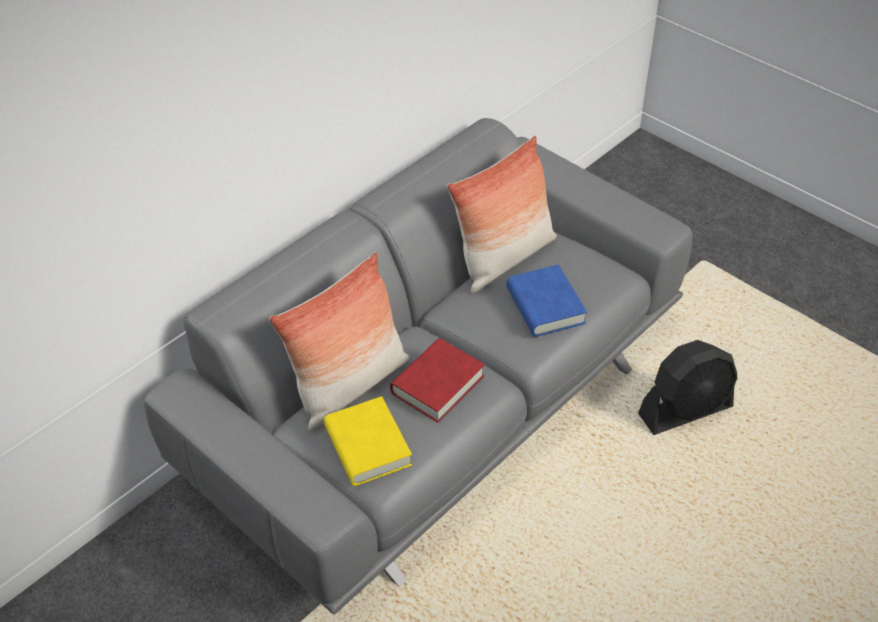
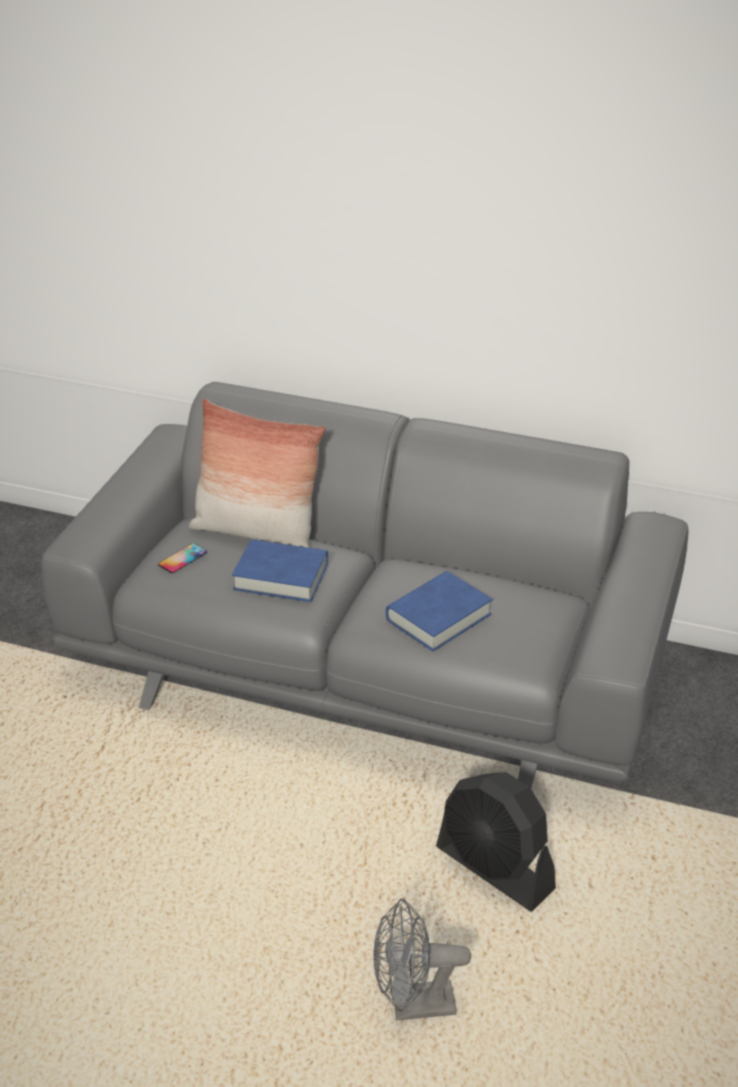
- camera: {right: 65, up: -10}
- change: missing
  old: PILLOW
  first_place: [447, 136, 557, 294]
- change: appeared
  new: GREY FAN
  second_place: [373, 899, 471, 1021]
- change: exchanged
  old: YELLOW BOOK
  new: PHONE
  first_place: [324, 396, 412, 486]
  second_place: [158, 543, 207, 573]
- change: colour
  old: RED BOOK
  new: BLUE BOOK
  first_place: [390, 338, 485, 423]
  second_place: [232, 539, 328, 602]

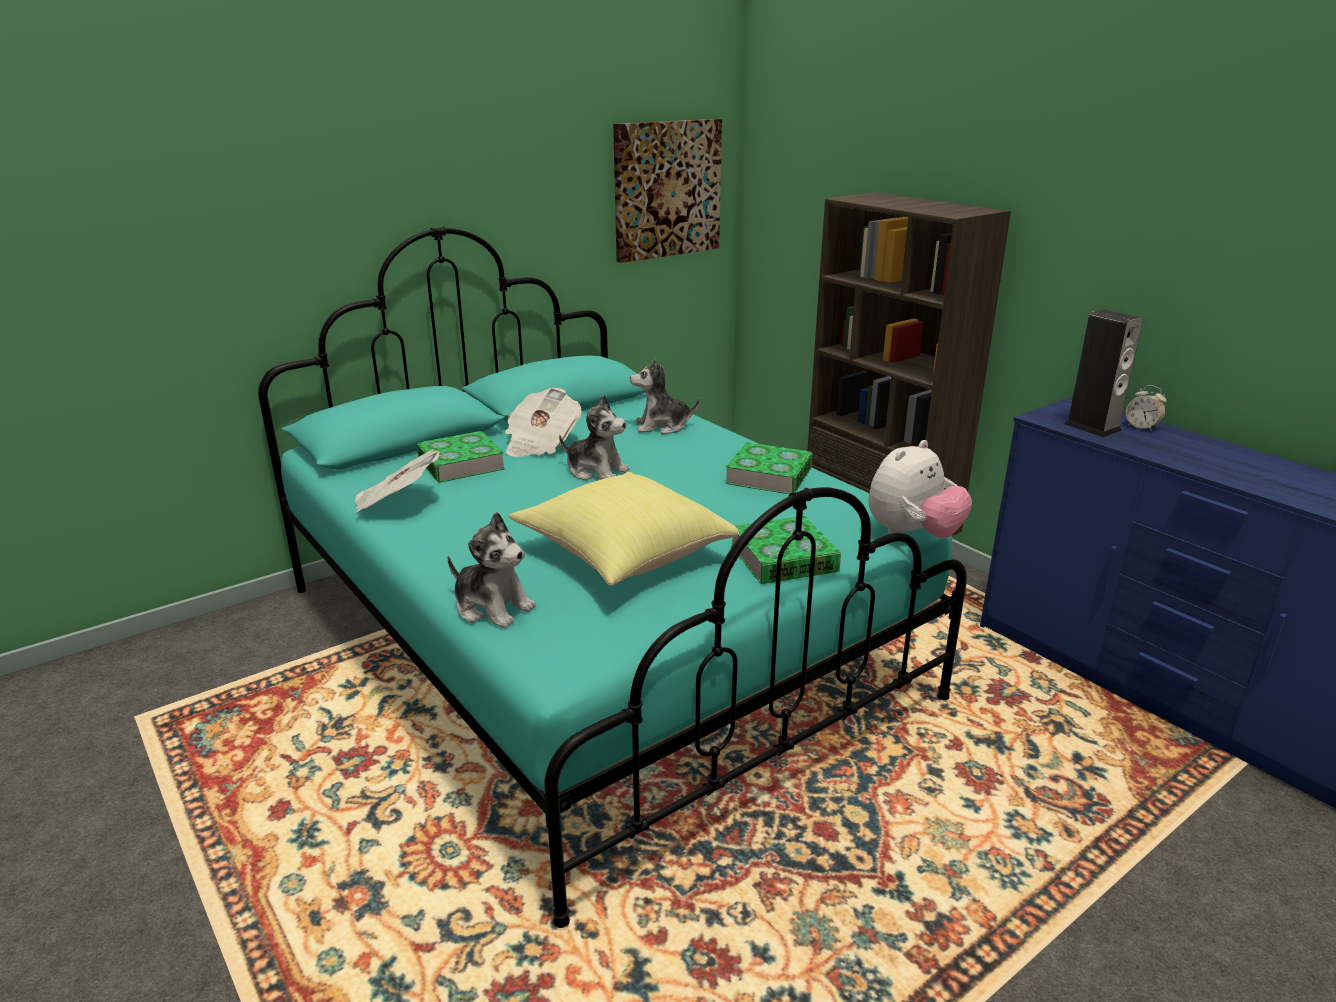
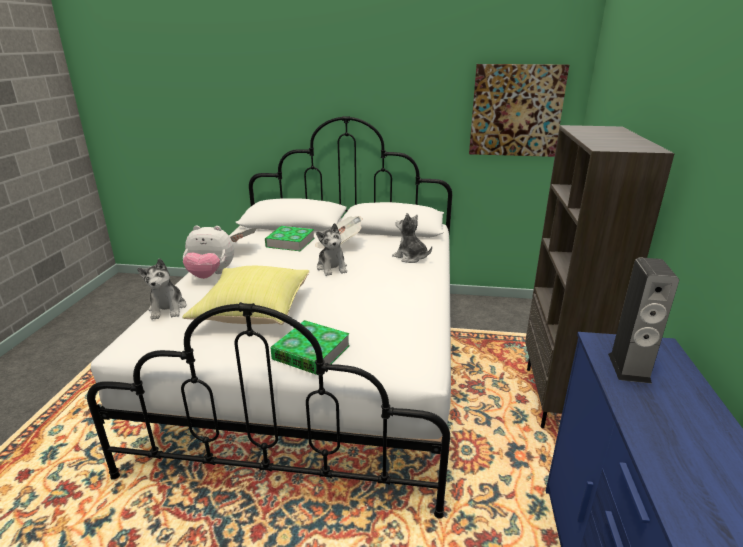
- camera: {right: 45, up: 0}
- change: missing
  old: BOOK
  first_place: [725, 442, 812, 494]
- change: missing
  old: ALARM CLOCK
  first_place: [1126, 385, 1167, 432]
- change: relocated
  old: PLUSH TOY
  first_place: [868, 440, 972, 539]
  second_place: [183, 225, 234, 279]
- change: colour
  old: TURQUOISE BED
  new: WHITE BED
  first_place: [258, 227, 967, 928]
  second_place: [87, 116, 452, 519]

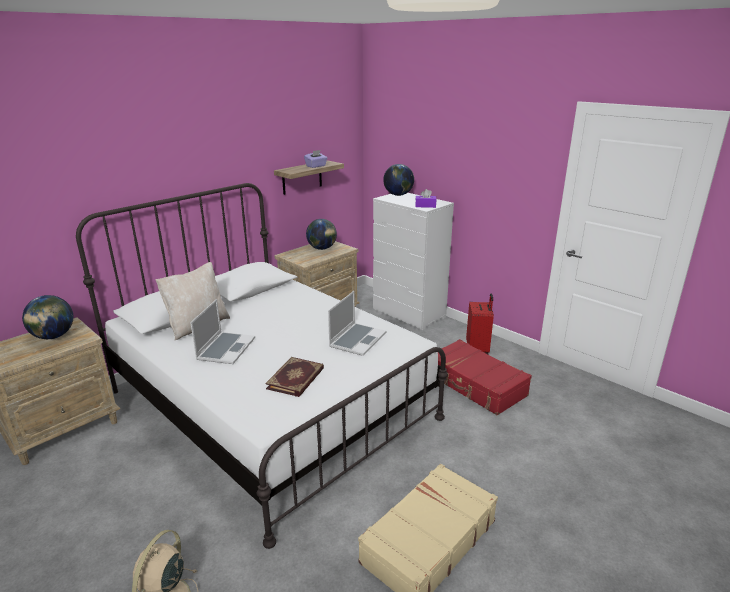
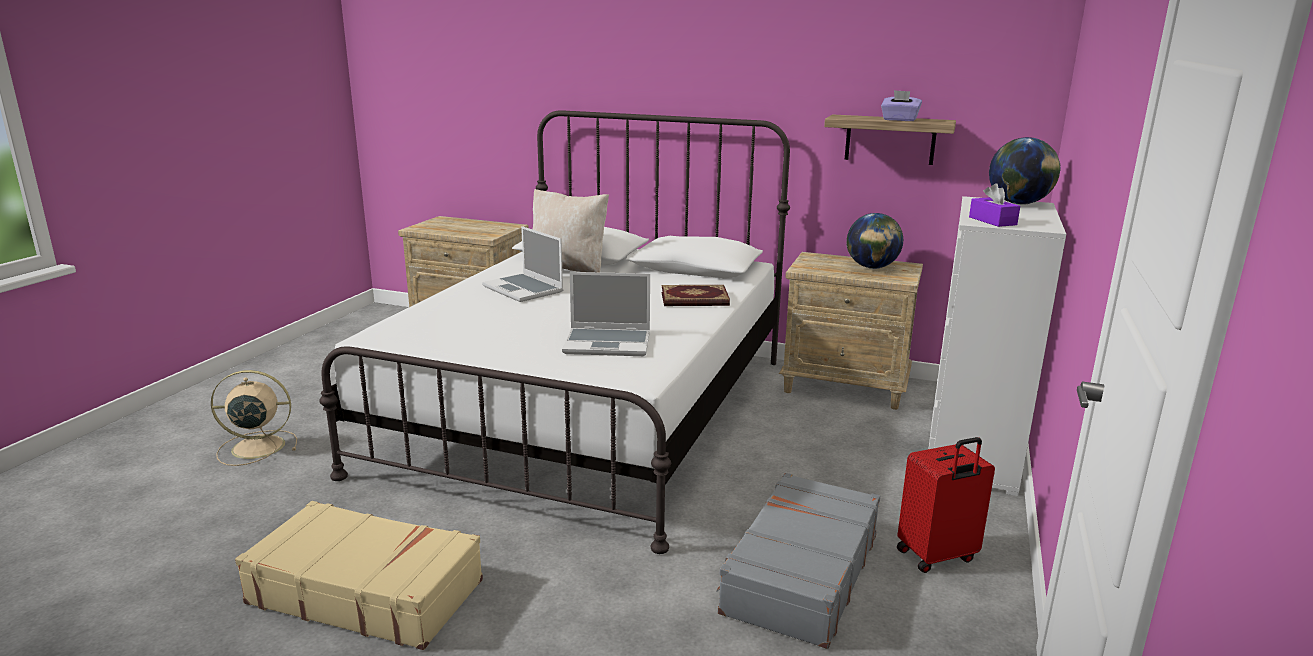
- camera: {right: 65, up: -5}
- change: missing
  old: GLOBE
  first_place: [22, 295, 73, 339]
- change: relocated
  old: BOOK
  first_place: [265, 357, 324, 397]
  second_place: [661, 285, 730, 306]
- change: colour
  old: RED SUITCASE
  new: GREY SUITCASE
  first_place: [438, 339, 532, 415]
  second_place: [716, 473, 880, 649]
- change: spun
  old: LAPTOP
  first_place: [190, 299, 255, 364]
  second_place: [482, 226, 563, 302]
  degrees: 60

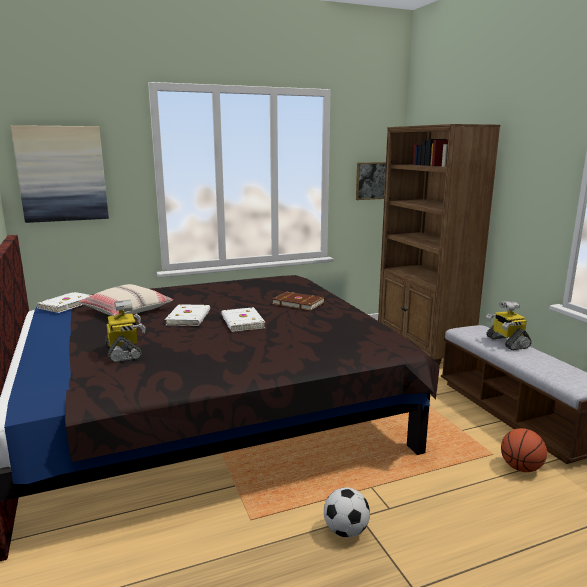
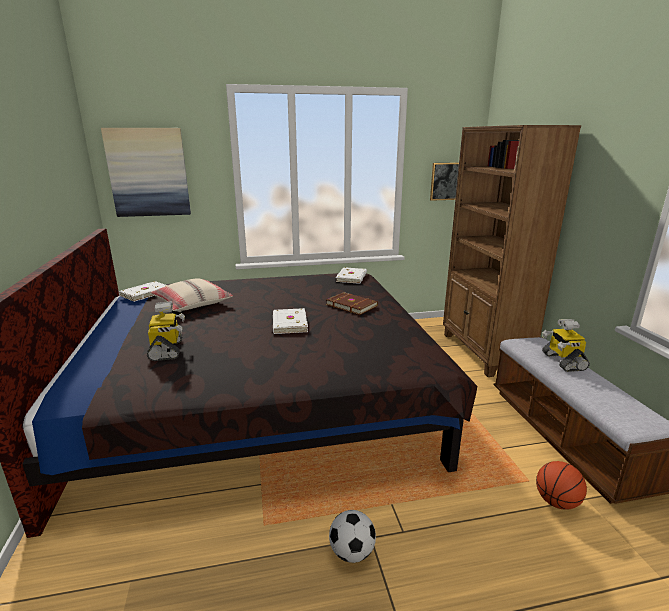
- camera: {right: 10, up: 5}
- change: relocated
  old: WHITE BOOK
  first_place: [165, 304, 210, 326]
  second_place: [336, 267, 367, 284]

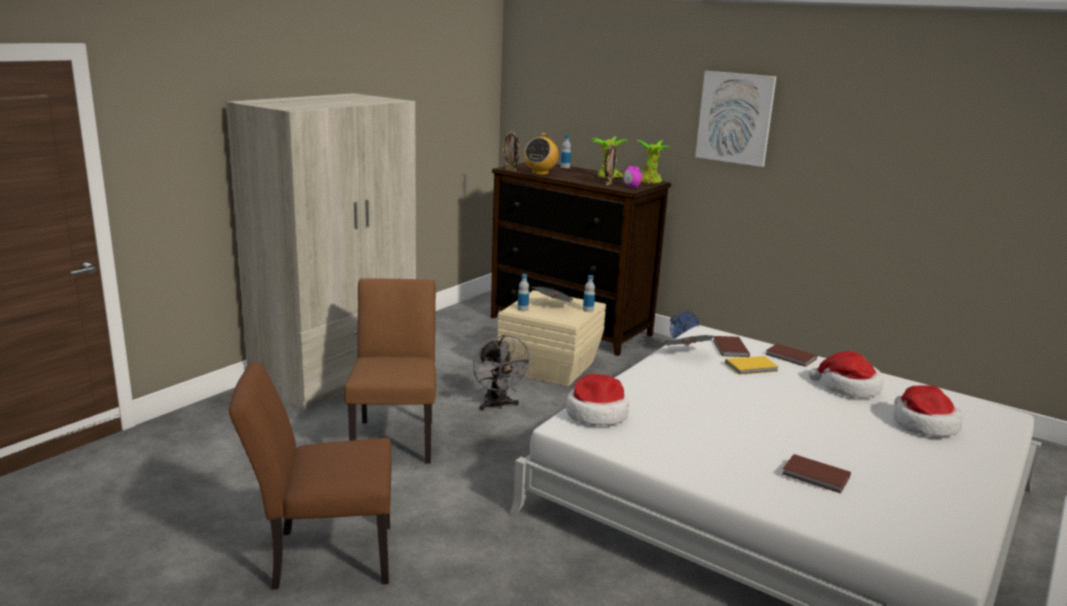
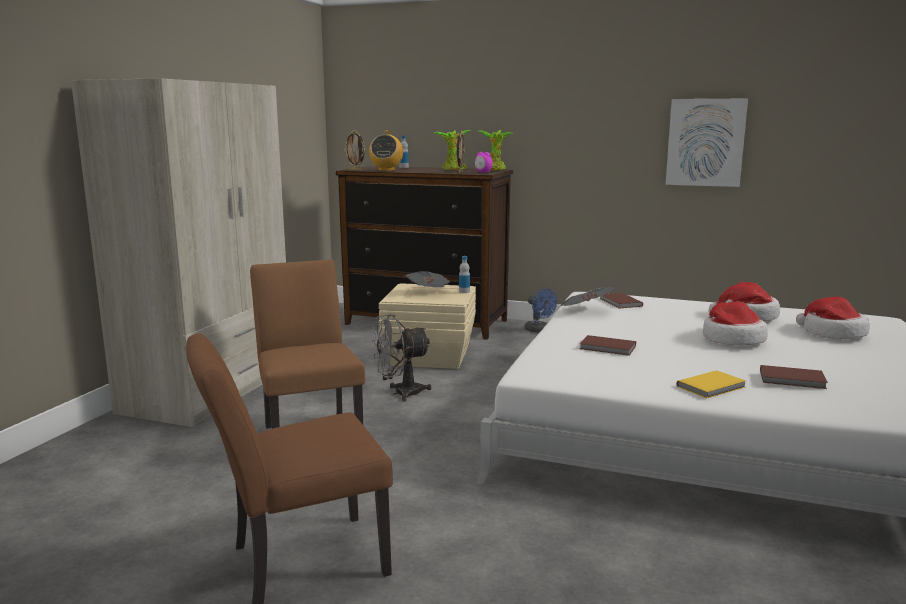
- camera: {right: -15, up: -5}
- change: missing
  old: BOTTLE
  first_place: [518, 274, 529, 311]
- change: relocated
  old: HAT
  first_place: [566, 374, 629, 425]
  second_place: [703, 302, 768, 345]
- change: relocated
  old: PICTURE
  first_place: [695, 71, 777, 167]
  second_place: [666, 99, 748, 187]
- change: relocated
  old: YELLOW BOOK
  first_place: [725, 356, 779, 375]
  second_place: [677, 370, 746, 399]
- change: relocated
  old: BROWN BOOK
  first_place: [765, 343, 817, 367]
  second_place: [580, 335, 636, 356]
- change: spun
  old: GREY FAN
  first_place: [473, 335, 534, 410]
  second_place: [372, 314, 432, 402]
  degrees: 105

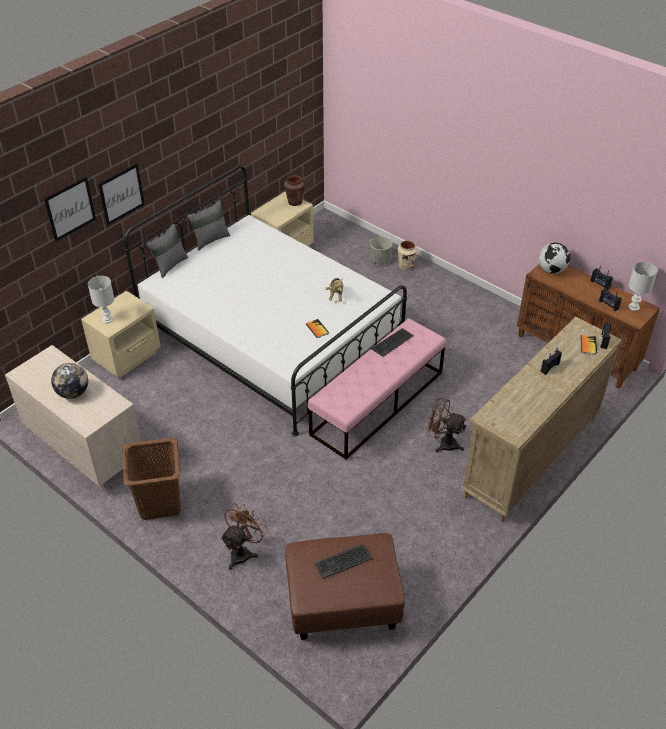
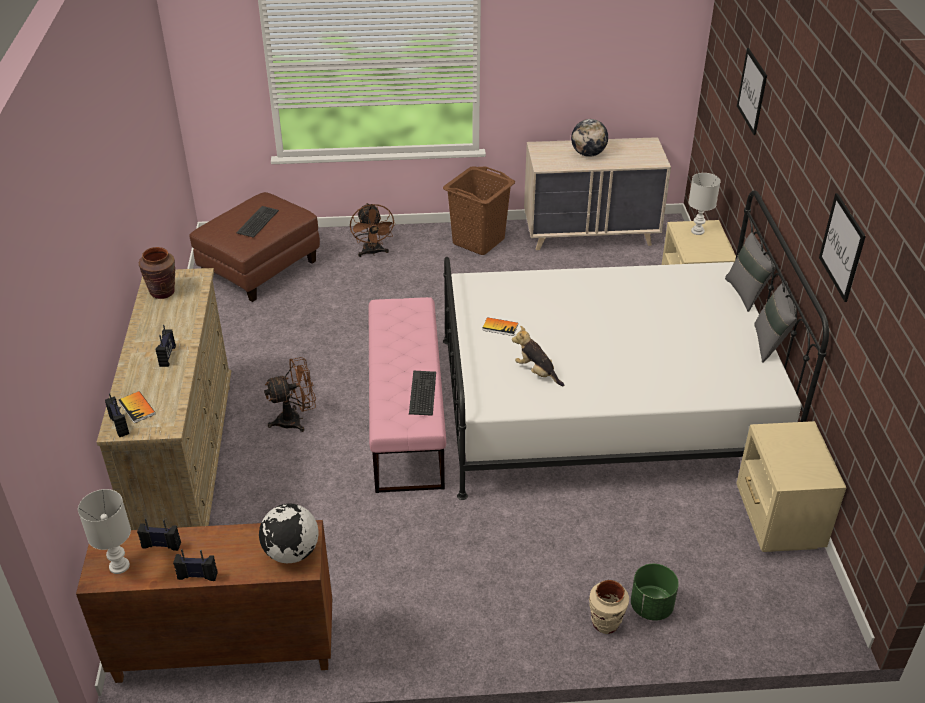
- camera: {right: 135, up: -5}
- change: relocated
  old: PICTURE
  first_place: [98, 164, 145, 225]
  second_place: [819, 193, 866, 302]
- change: relocated
  old: BROWN VASE
  first_place: [284, 175, 305, 206]
  second_place: [139, 247, 175, 299]
- change: colour
  old: GREY PLANTER
  new: GREEN PLANTER
  first_place: [370, 236, 393, 264]
  second_place: [631, 564, 679, 621]

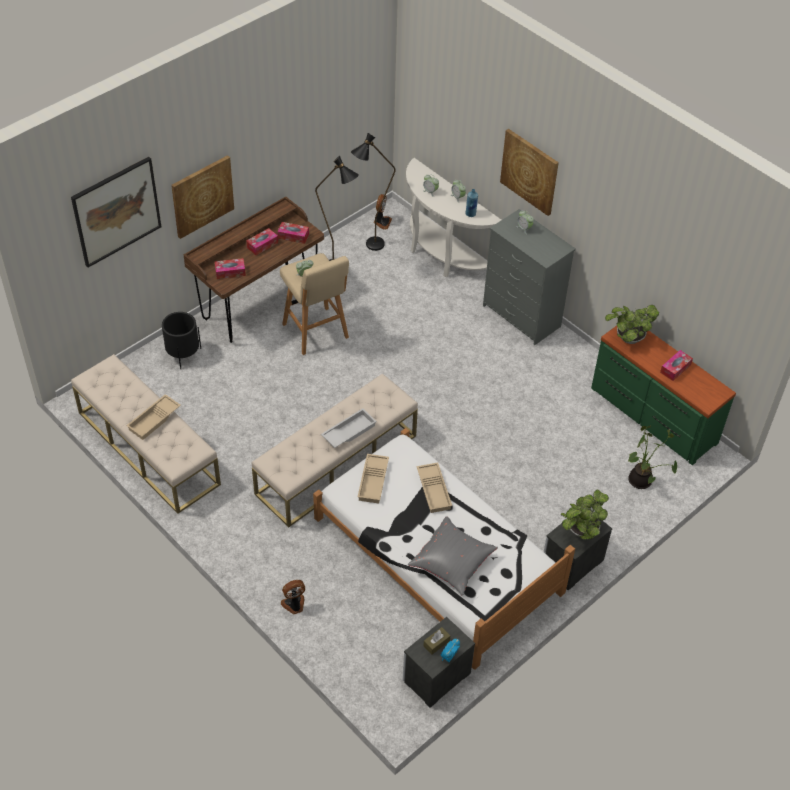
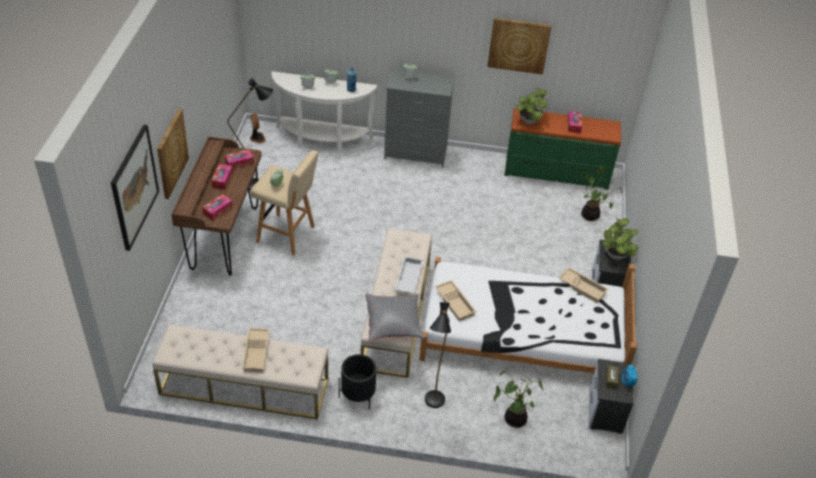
- camera: {right: -40, up: -5}
- change: missing
  old: FAN
  first_place: [281, 580, 305, 614]
- change: appeared
  new: POTTED PLANT
  second_place: [494, 369, 543, 428]
- change: relocated
  old: BLACK PLANTER
  first_place: [162, 312, 201, 369]
  second_place: [339, 354, 376, 410]
- change: relocated
  old: BLACK FLOOR LAMP
  first_place: [351, 133, 396, 251]
  second_place: [425, 302, 451, 408]
- change: relocated
  old: GREY PILLOW
  first_place: [408, 516, 498, 595]
  second_place: [365, 294, 424, 341]
- change: relocated
  old: BEIGE TRAY
  first_place: [416, 463, 452, 513]
  second_place: [559, 267, 608, 303]
- change: relocated
  old: PICTURE
  first_place: [500, 129, 559, 216]
  second_place: [487, 18, 552, 75]

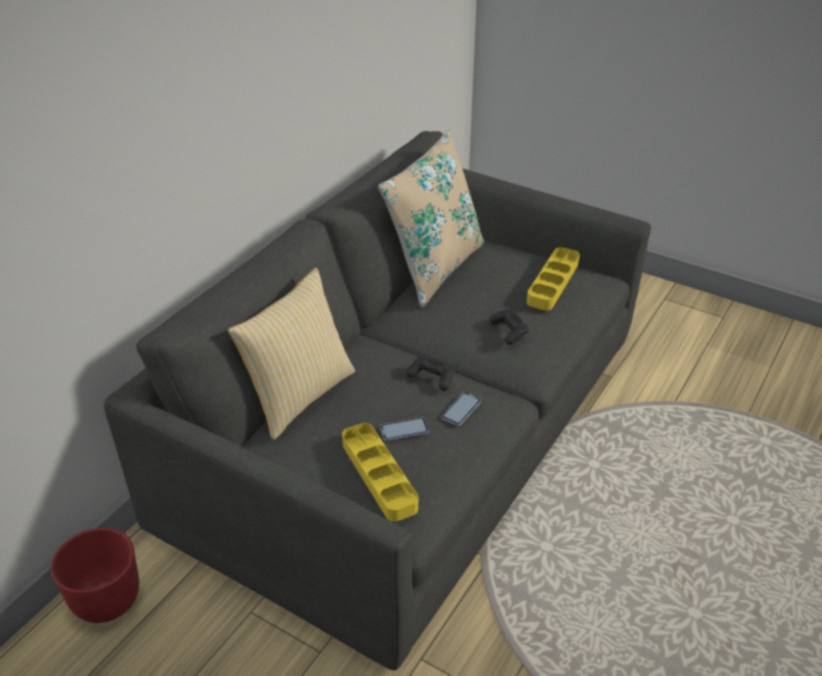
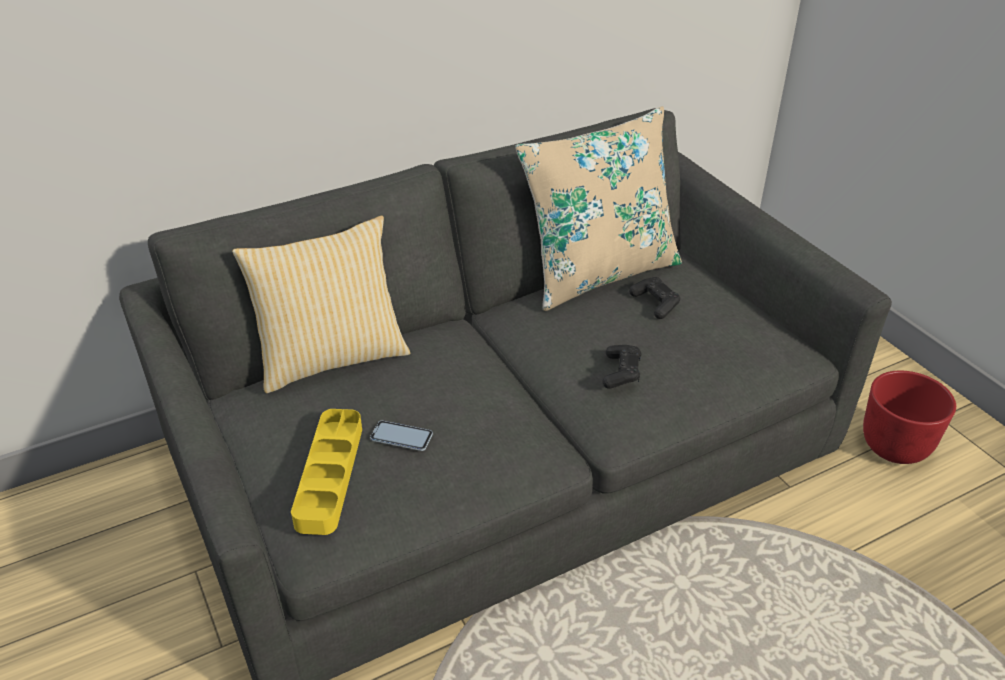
- camera: {right: 30, up: 0}
- change: missing
  old: PHONE
  first_place: [441, 392, 481, 426]
- change: missing
  old: YELLOW TRAY
  first_place: [527, 247, 580, 311]
- change: relocated
  old: RED PLANTER
  first_place: [51, 528, 139, 623]
  second_place: [863, 370, 956, 464]
- change: relocated
  old: BLACK GAME CONTROLLER
  first_place: [406, 355, 454, 391]
  second_place: [629, 277, 680, 319]

